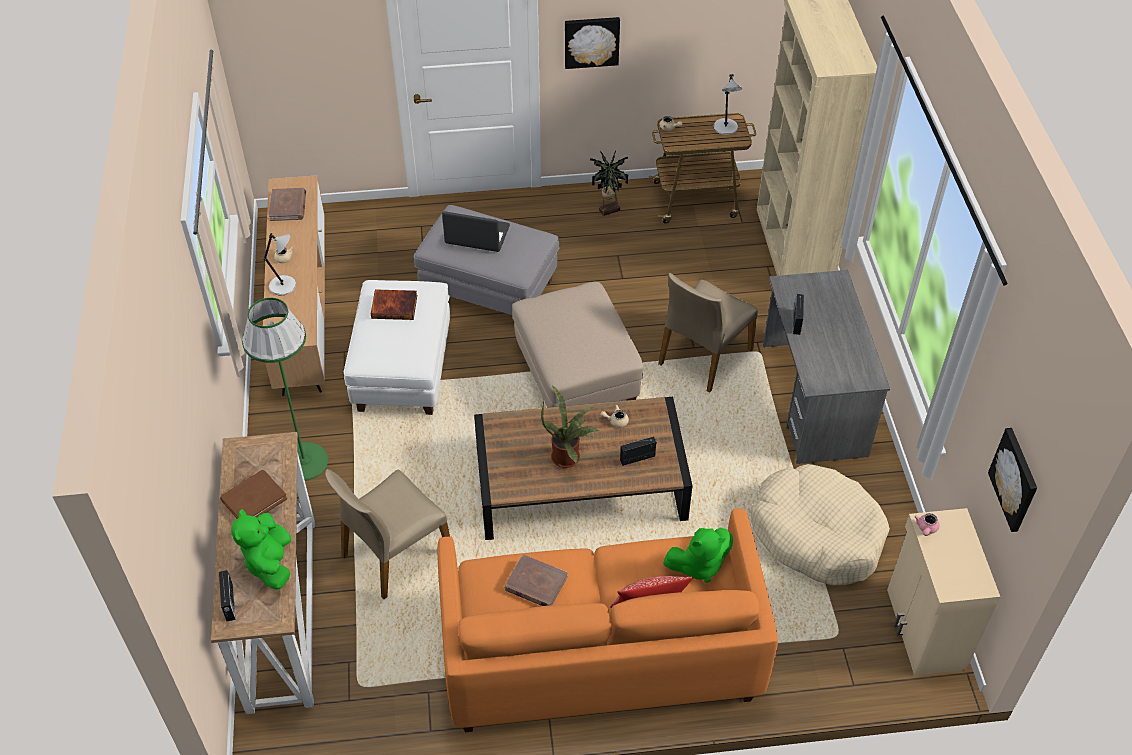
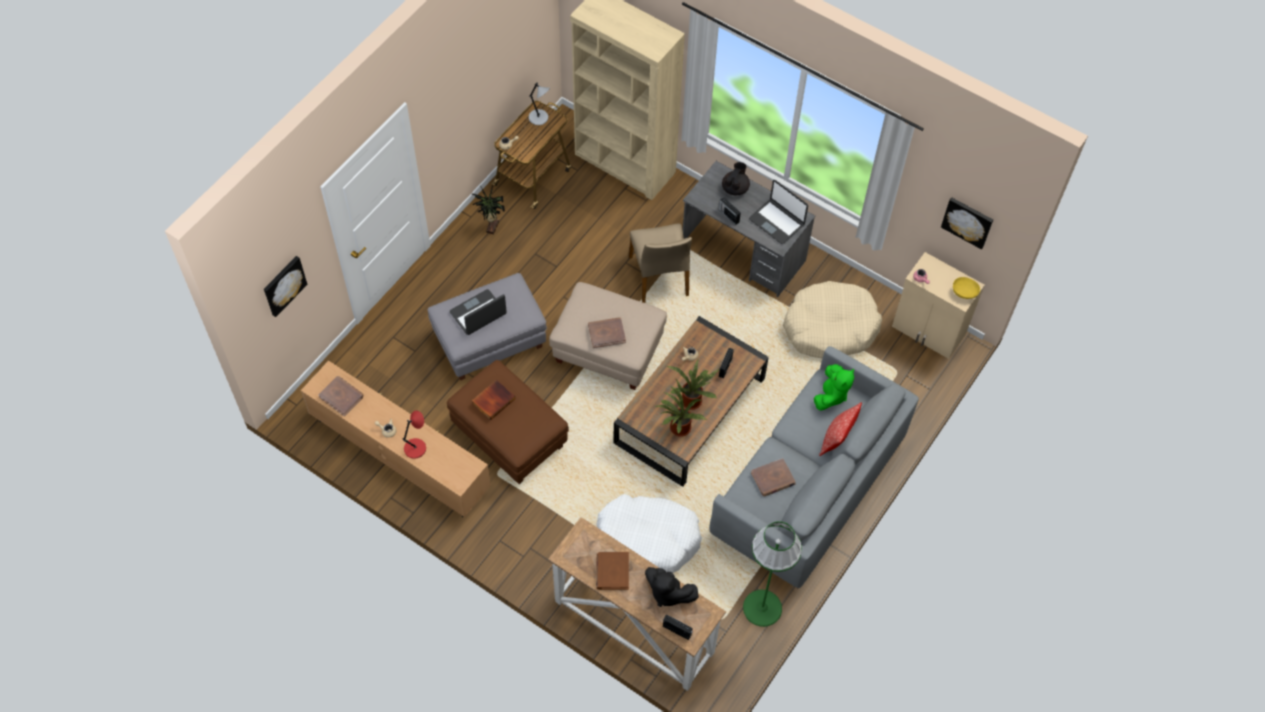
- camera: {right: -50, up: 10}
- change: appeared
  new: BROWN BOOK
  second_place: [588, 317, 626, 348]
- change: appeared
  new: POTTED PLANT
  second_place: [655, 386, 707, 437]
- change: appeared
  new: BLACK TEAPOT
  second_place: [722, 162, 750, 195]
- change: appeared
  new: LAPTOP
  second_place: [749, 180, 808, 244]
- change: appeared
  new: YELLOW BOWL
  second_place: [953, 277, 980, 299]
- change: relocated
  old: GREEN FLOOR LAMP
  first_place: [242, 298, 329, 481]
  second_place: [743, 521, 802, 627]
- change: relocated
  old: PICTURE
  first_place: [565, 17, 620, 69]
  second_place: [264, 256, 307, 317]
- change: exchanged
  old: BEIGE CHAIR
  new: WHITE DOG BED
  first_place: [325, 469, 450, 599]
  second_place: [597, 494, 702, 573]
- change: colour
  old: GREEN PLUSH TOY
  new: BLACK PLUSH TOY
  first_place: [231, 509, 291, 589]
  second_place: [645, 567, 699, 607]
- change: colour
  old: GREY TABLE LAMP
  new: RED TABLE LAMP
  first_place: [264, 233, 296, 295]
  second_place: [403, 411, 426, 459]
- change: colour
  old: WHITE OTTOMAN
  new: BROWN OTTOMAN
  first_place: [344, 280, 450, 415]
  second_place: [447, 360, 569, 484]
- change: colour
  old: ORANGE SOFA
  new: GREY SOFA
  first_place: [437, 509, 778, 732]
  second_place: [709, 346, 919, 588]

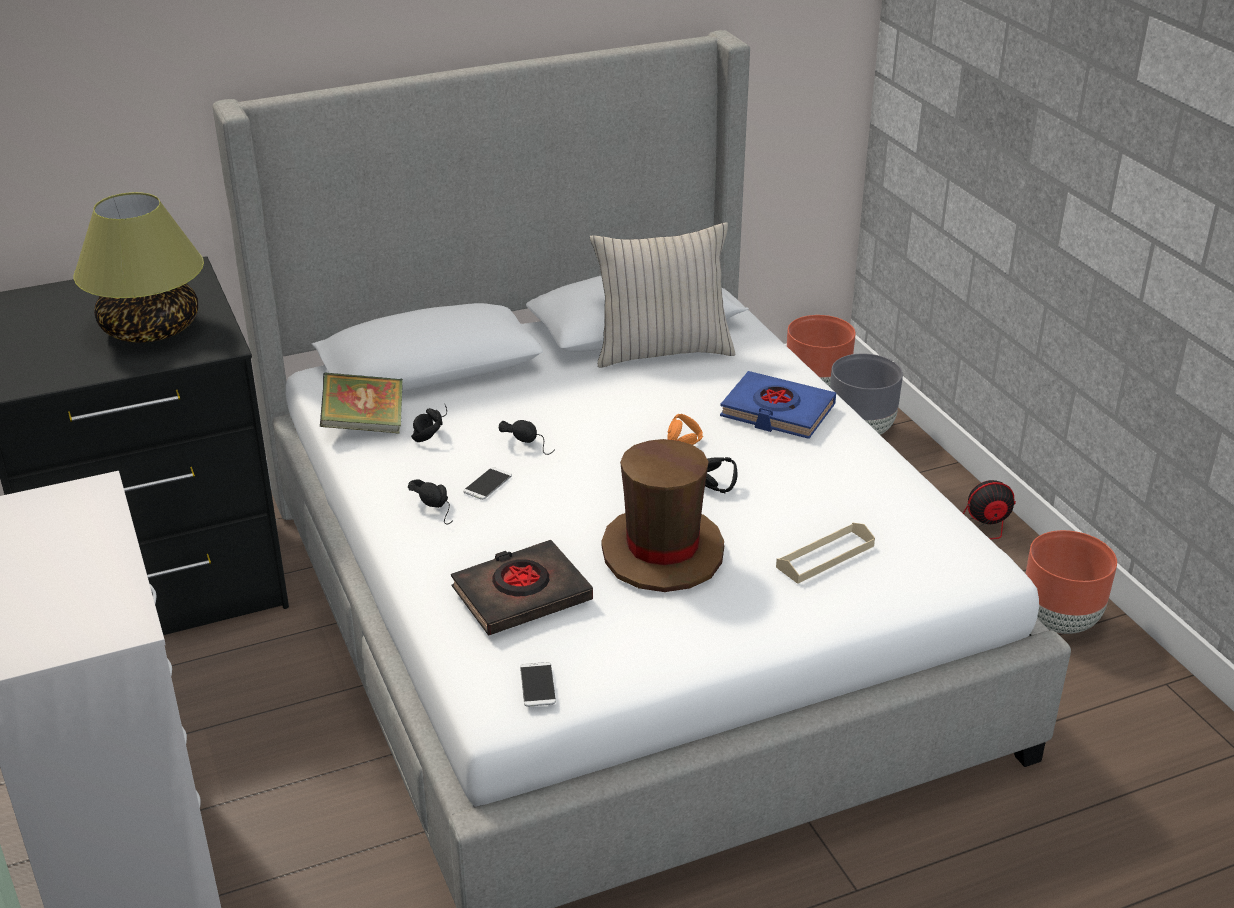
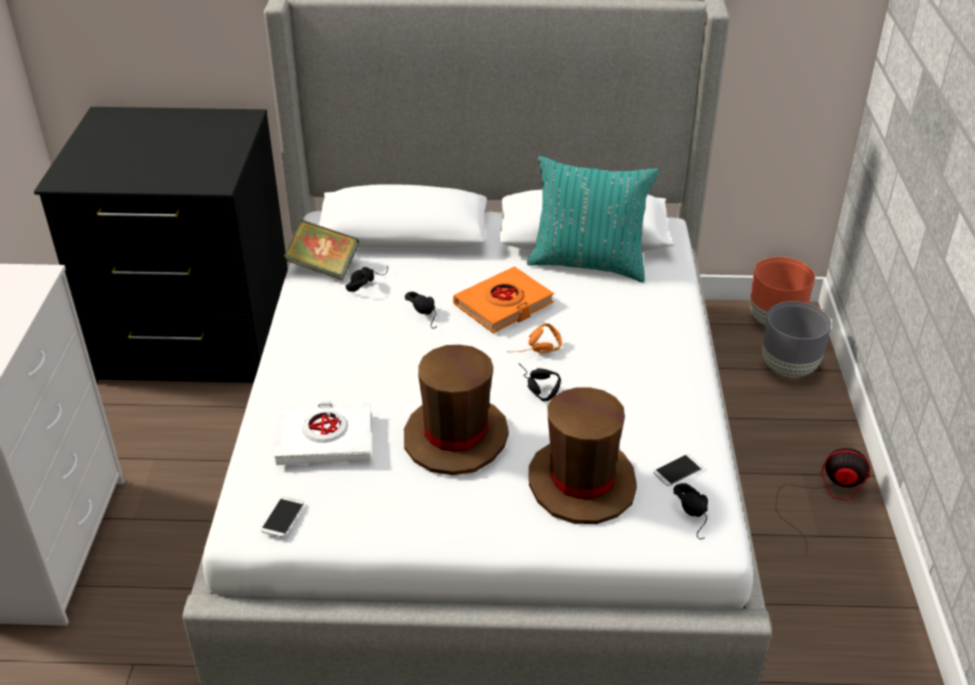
- camera: {right: 25, up: 5}
- change: missing
  old: TABLE LAMP
  first_place: [74, 192, 204, 343]
- change: missing
  old: BLUE BOOK
  first_place: [720, 371, 836, 439]
- change: missing
  old: BROWN PLANTER
  first_place: [1026, 530, 1117, 634]
- change: appeared
  new: ORANGE BOOK
  second_place: [453, 266, 554, 333]
- change: relocated
  old: BLACK HEADPHONES
  first_place: [408, 479, 453, 525]
  second_place: [673, 483, 708, 539]
- change: relocated
  old: PHONE
  first_place: [463, 467, 512, 500]
  second_place: [653, 454, 703, 486]
- change: exchanged
  old: BEIGE TRAY
  new: BROWN HAT
  first_place: [776, 523, 875, 584]
  second_place: [529, 387, 637, 524]
- change: colour
  old: BLACK BOOK
  new: WHITE BOOK
  first_place: [451, 540, 593, 635]
  second_place: [274, 401, 371, 465]
- change: colour
  old: BEIGE PILLOW
  new: TURQUOISE PILLOW
  first_place: [590, 222, 735, 368]
  second_place: [527, 156, 659, 283]

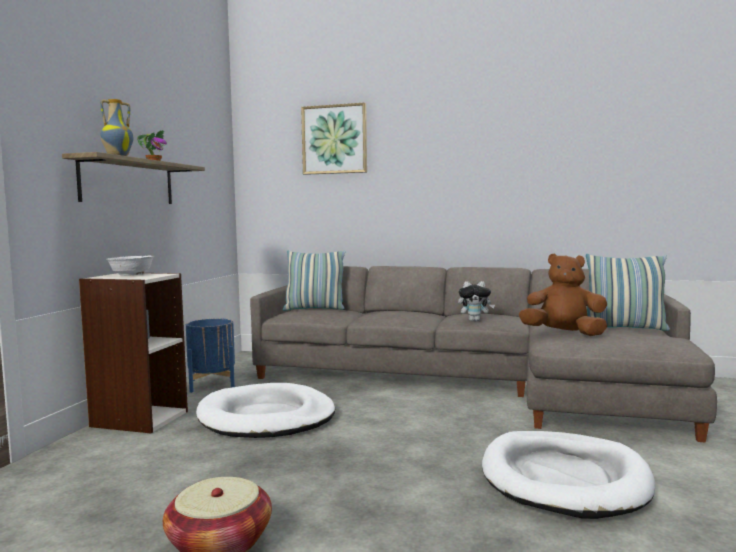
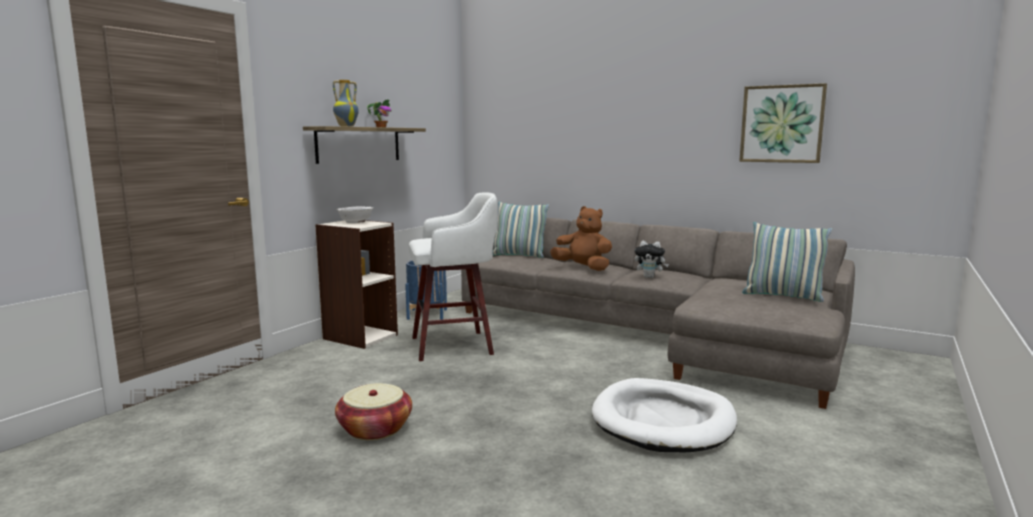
- camera: {right: 15, up: 5}
- change: relocated
  old: PICTURE
  first_place: [301, 102, 367, 175]
  second_place: [739, 83, 827, 163]
- change: relocated
  old: BROWN PLUSH TOY
  first_place: [519, 253, 607, 336]
  second_place: [550, 206, 612, 271]
- change: exchanged
  old: WHITE DOG BED
  new: WHITE STOOL
  first_place: [196, 383, 335, 438]
  second_place: [409, 192, 497, 361]

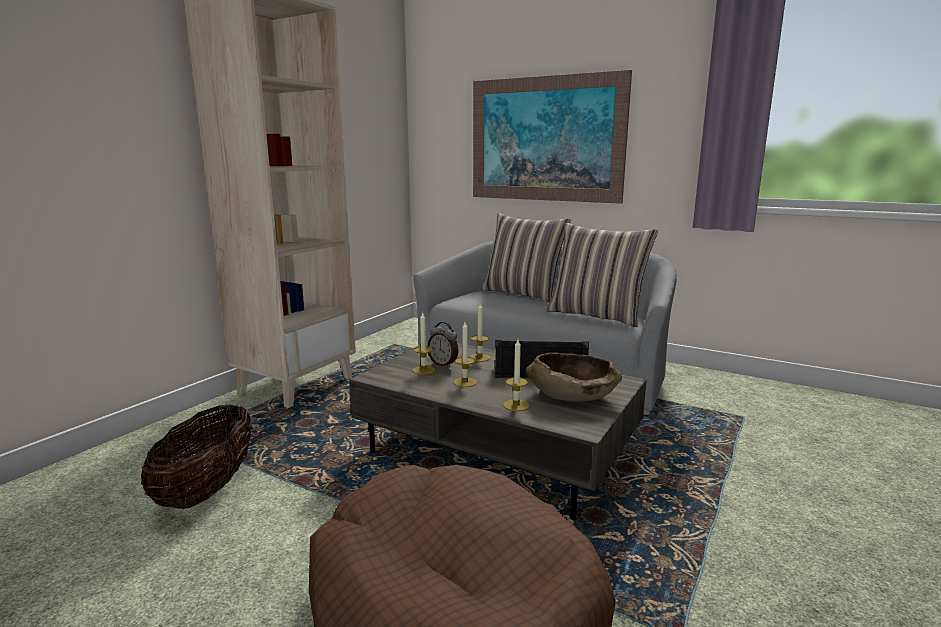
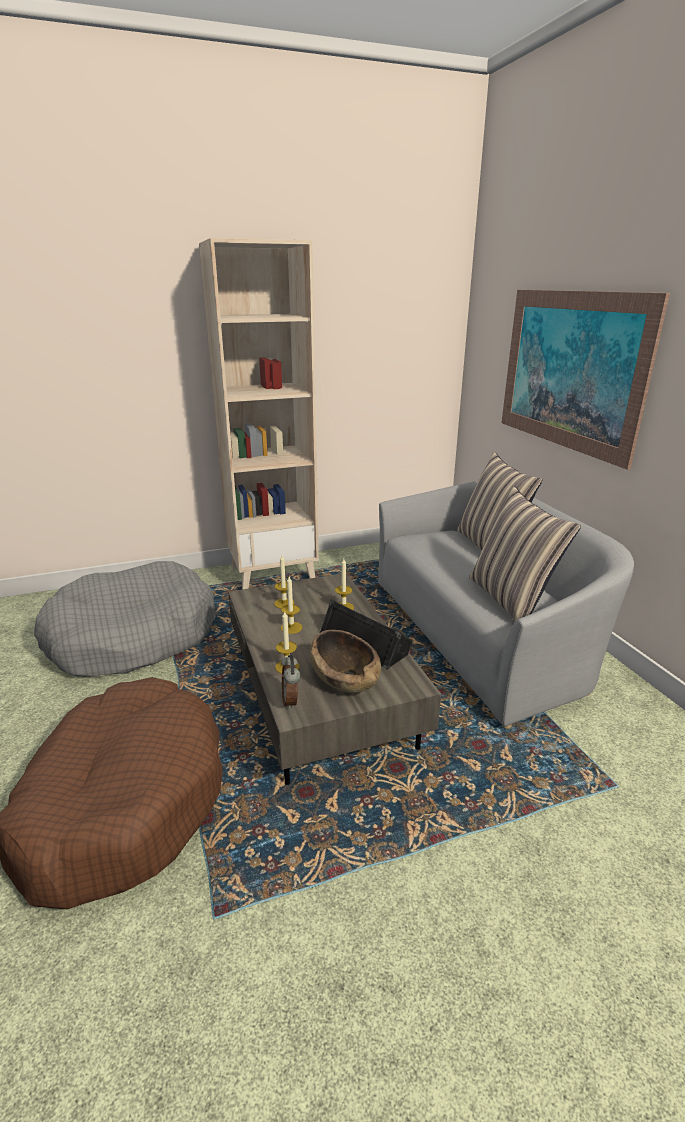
- camera: {right: 40, up: 10}
- change: relocated
  old: ALARM CLOCK
  first_place: [427, 322, 458, 368]
  second_place: [281, 655, 301, 710]
- change: exchanged
  old: BASKET
  new: GREY DOG BED
  first_place: [141, 405, 251, 509]
  second_place: [34, 561, 216, 677]

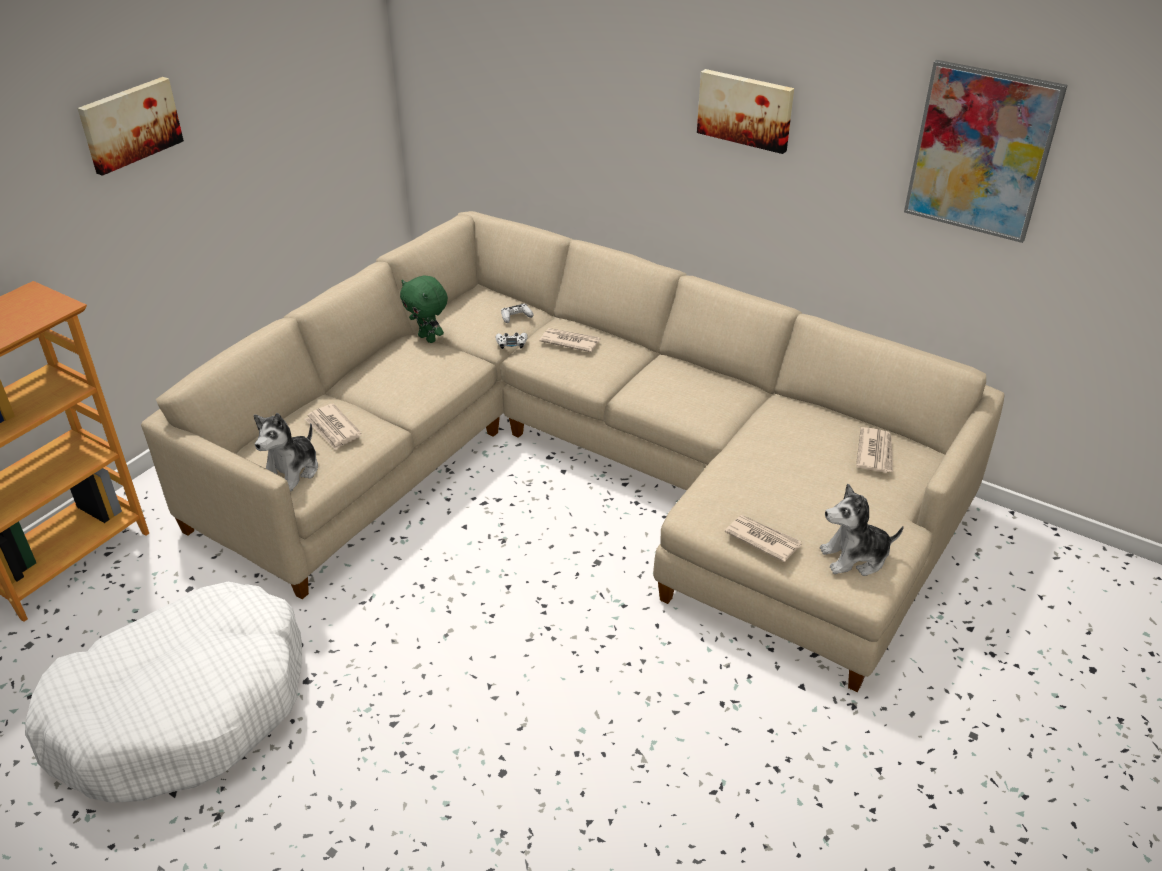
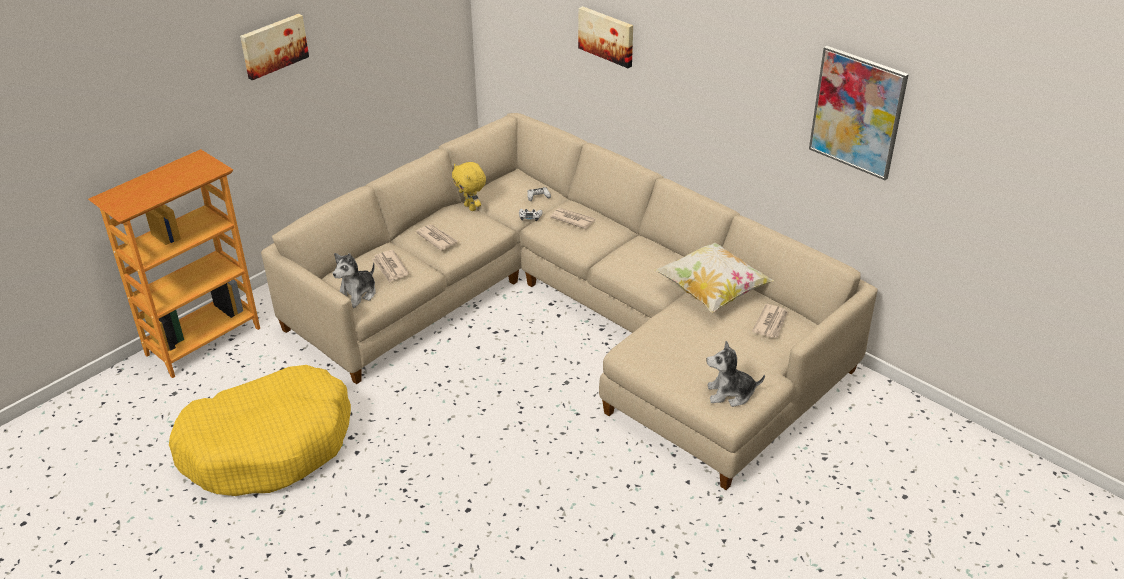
- camera: {right: 10, up: 0}
- change: appeared
  new: PILLOW
  second_place: [655, 243, 774, 313]
- change: relocated
  old: PICTURE
  first_place: [697, 69, 794, 154]
  second_place: [578, 6, 633, 68]
- change: relocated
  old: NEWSPAPER
  first_place: [725, 515, 801, 563]
  second_place: [416, 224, 458, 250]
- change: colour
  old: WHITE DOG BED
  new: YELLOW DOG BED
  first_place: [25, 582, 302, 803]
  second_place: [169, 365, 351, 496]
- change: colour
  old: GREEN PLUSH TOY
  new: YELLOW PLUSH TOY
  first_place: [400, 276, 448, 343]
  second_place: [452, 162, 486, 211]

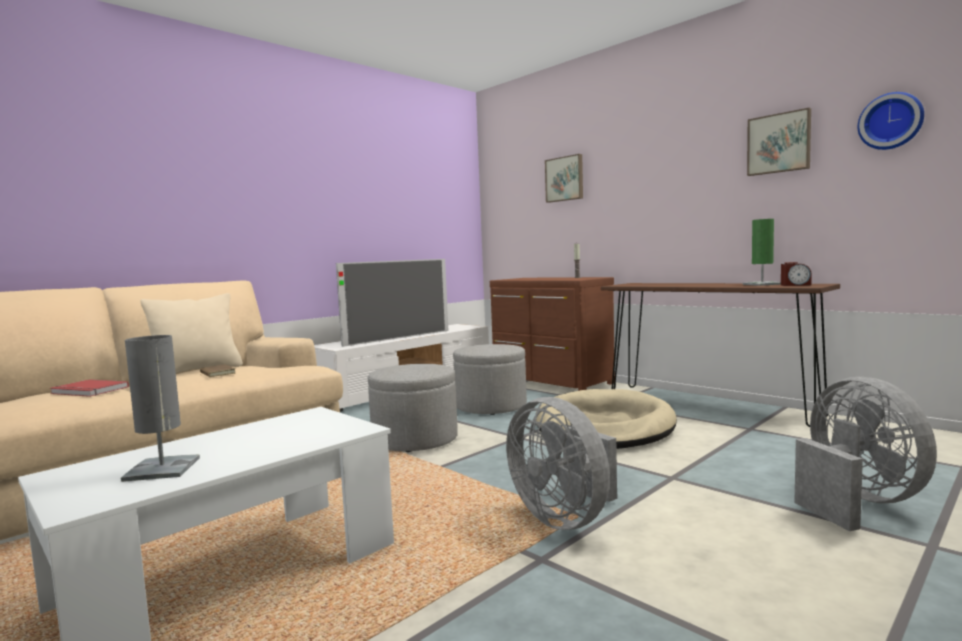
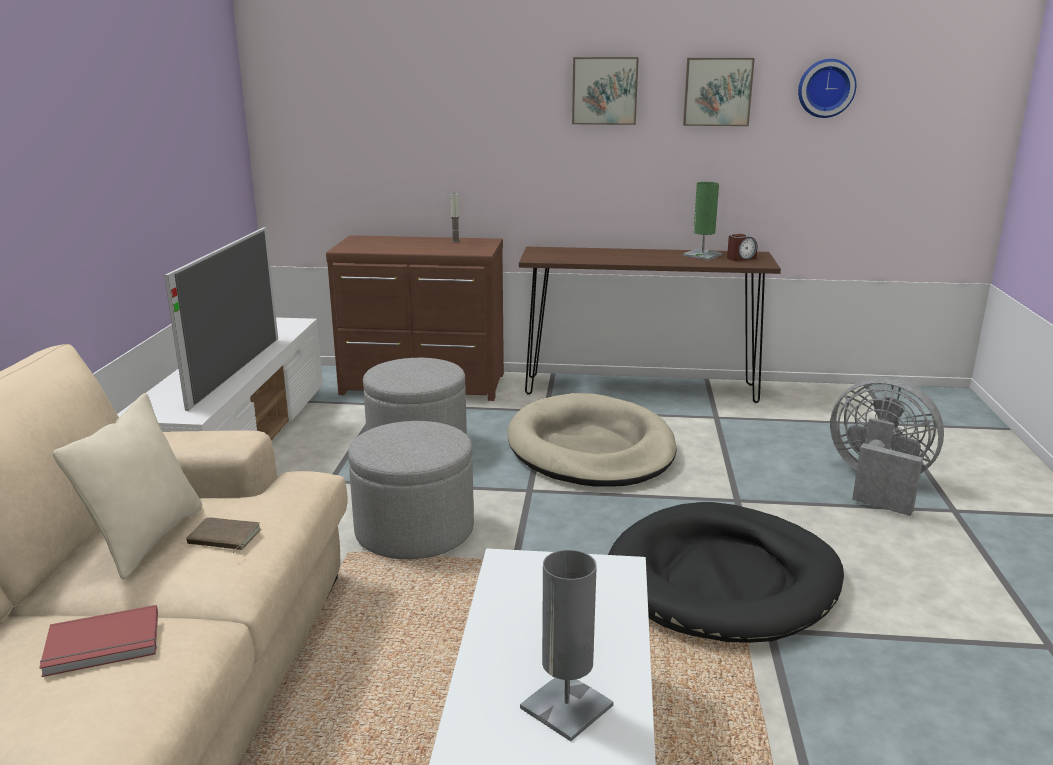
- camera: {right: -40, up: 15}
- change: relocated
  old: PICTURE
  first_place: [545, 154, 583, 203]
  second_place: [572, 57, 639, 125]
- change: exchanged
  old: GREY FAN
  new: BLACK DOG BED
  first_place: [506, 397, 617, 530]
  second_place: [608, 502, 844, 643]

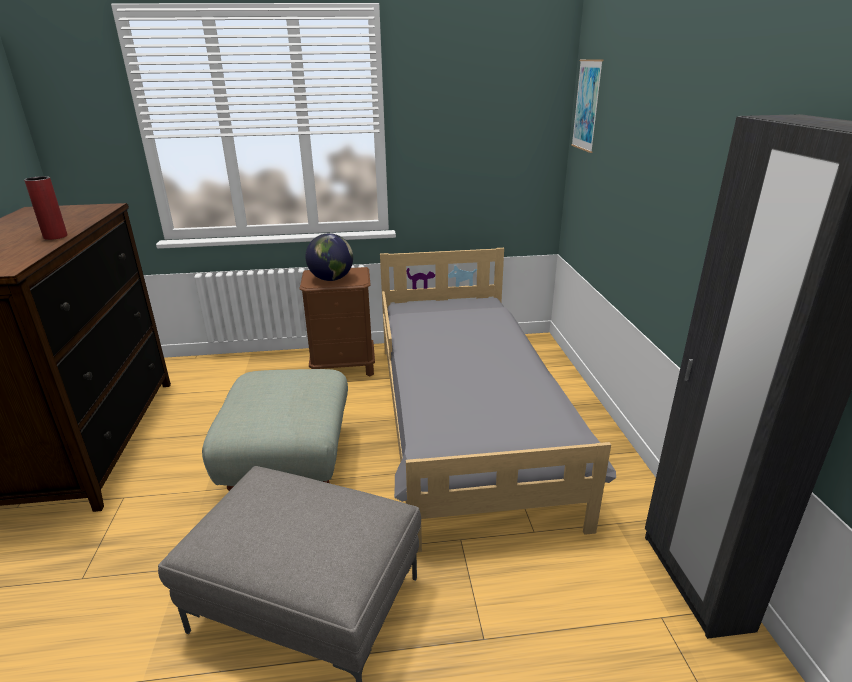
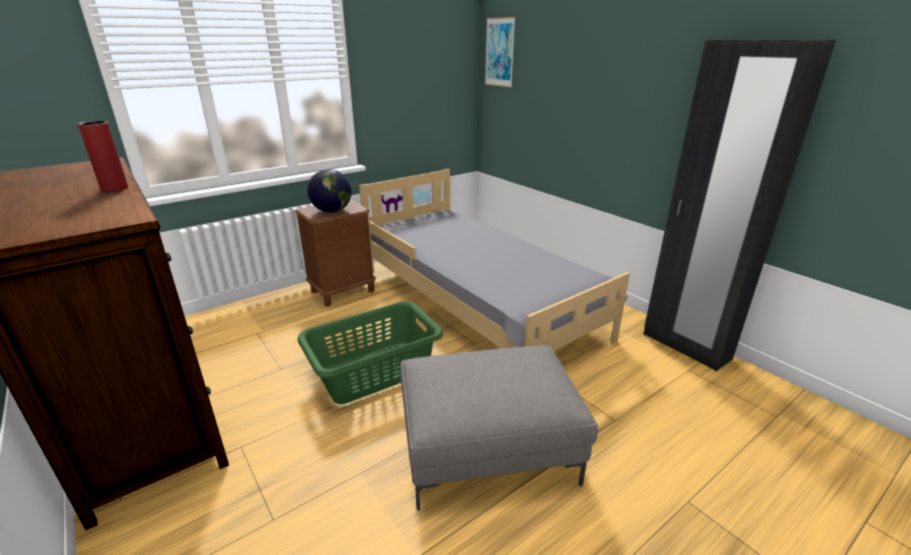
- camera: {right: -30, up: 0}
- change: exchanged
  old: GREY OTTOMAN
  new: GREEN LAUNDRY BASKET
  first_place: [202, 369, 348, 491]
  second_place: [298, 301, 443, 404]

